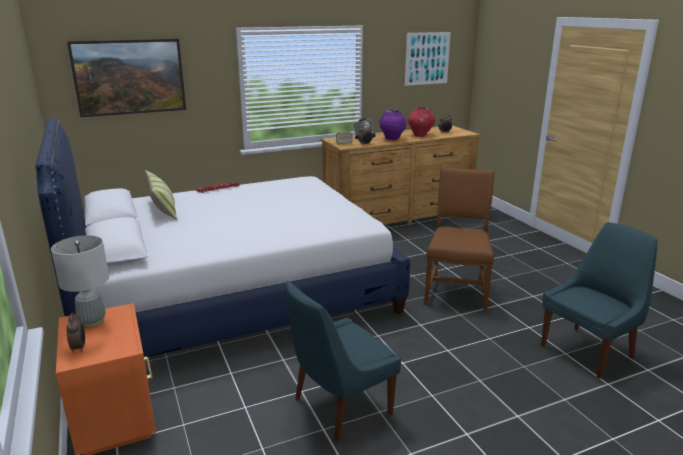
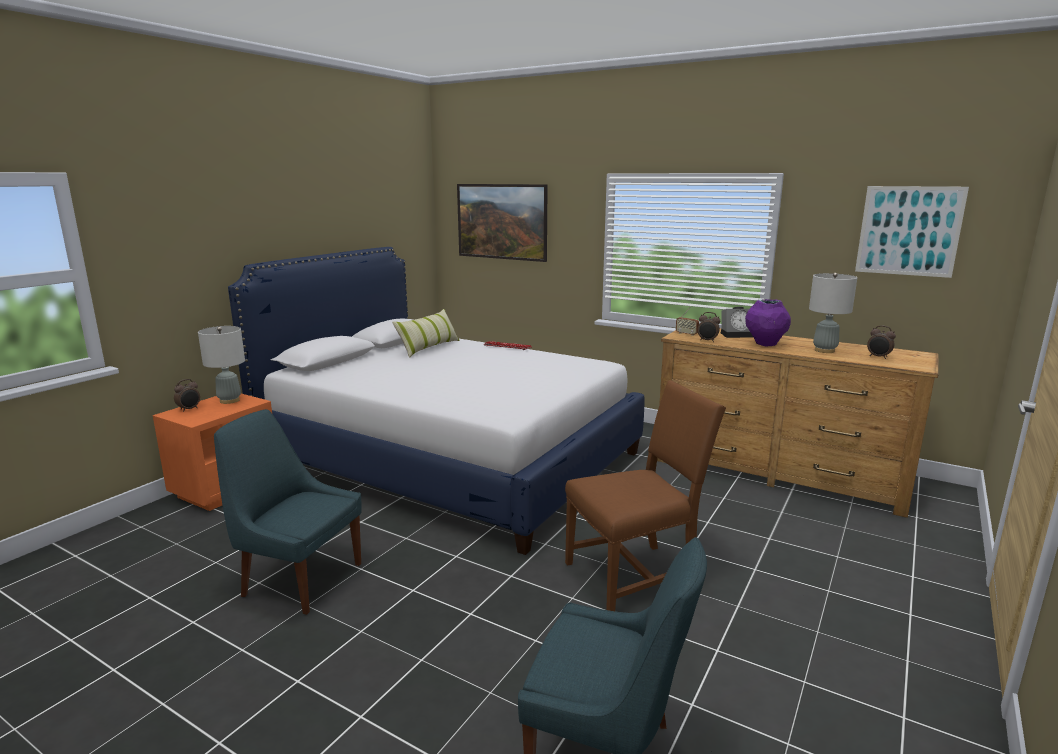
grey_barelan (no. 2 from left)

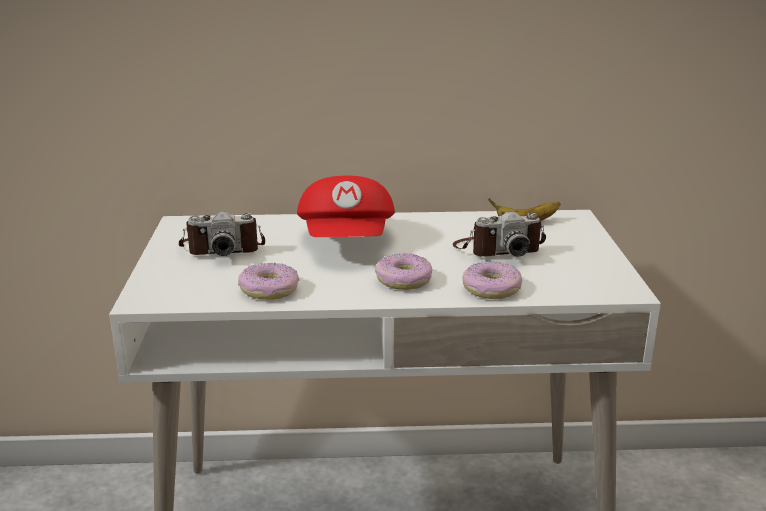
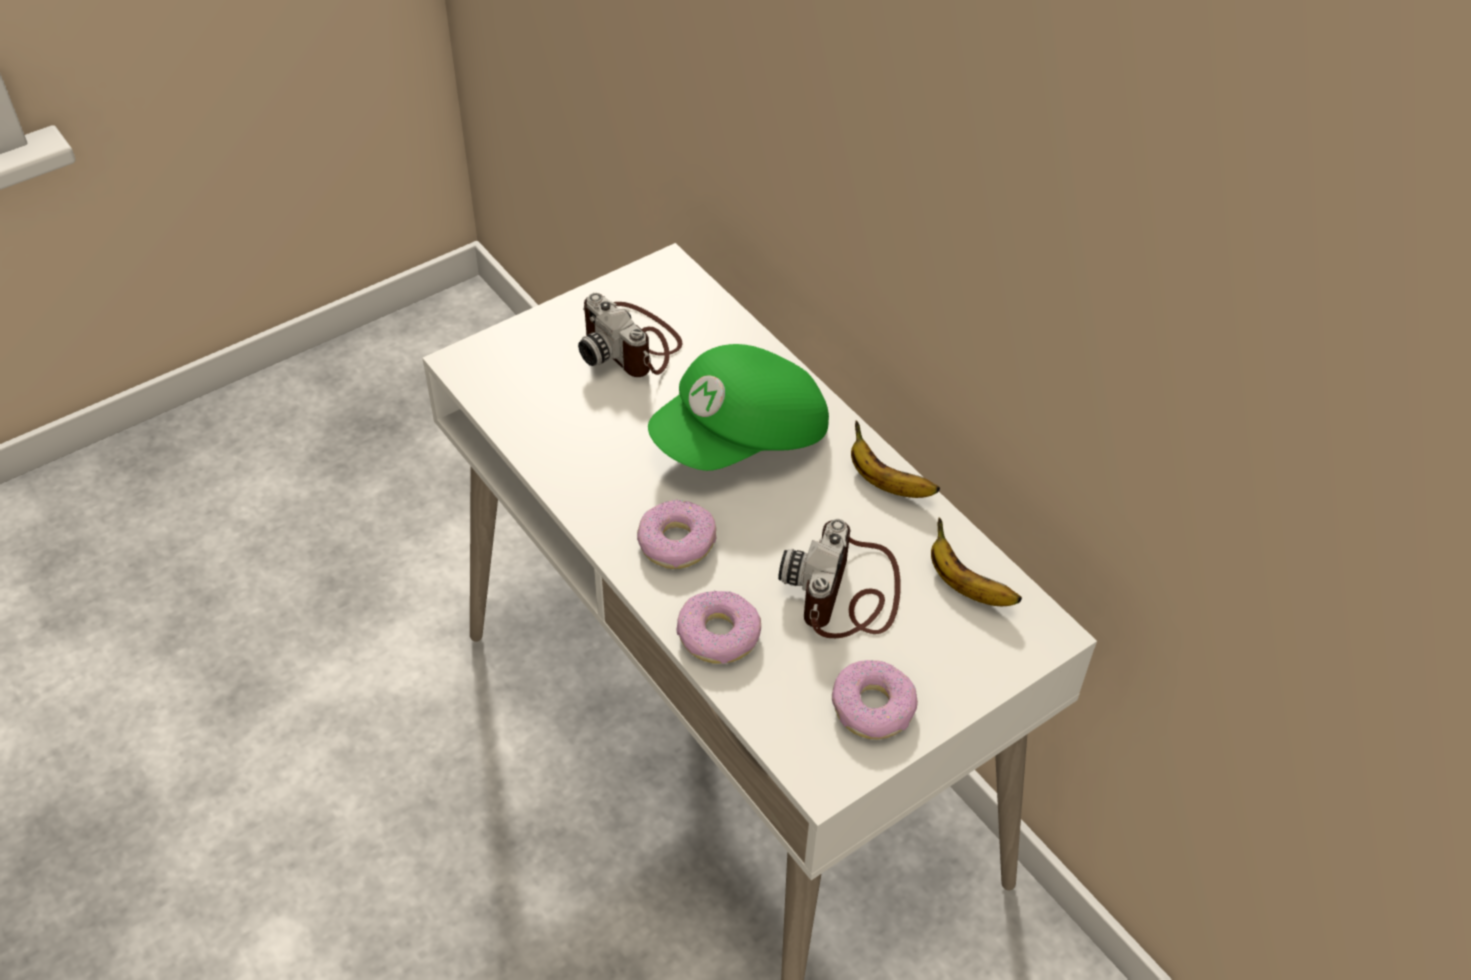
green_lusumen
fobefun (no. 2 from left)
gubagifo (no. 3 from left)
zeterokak (no. 1 from left)

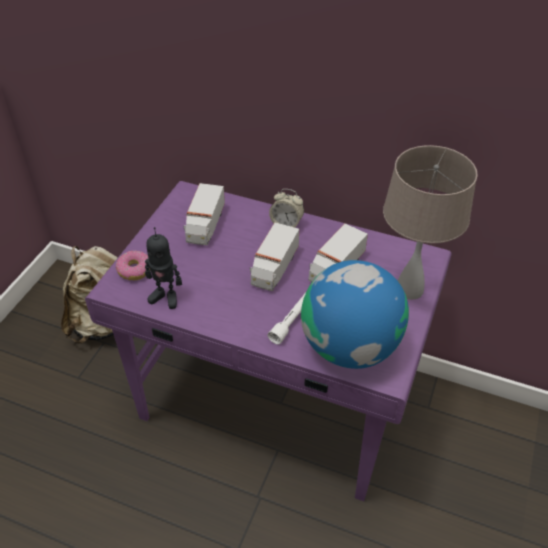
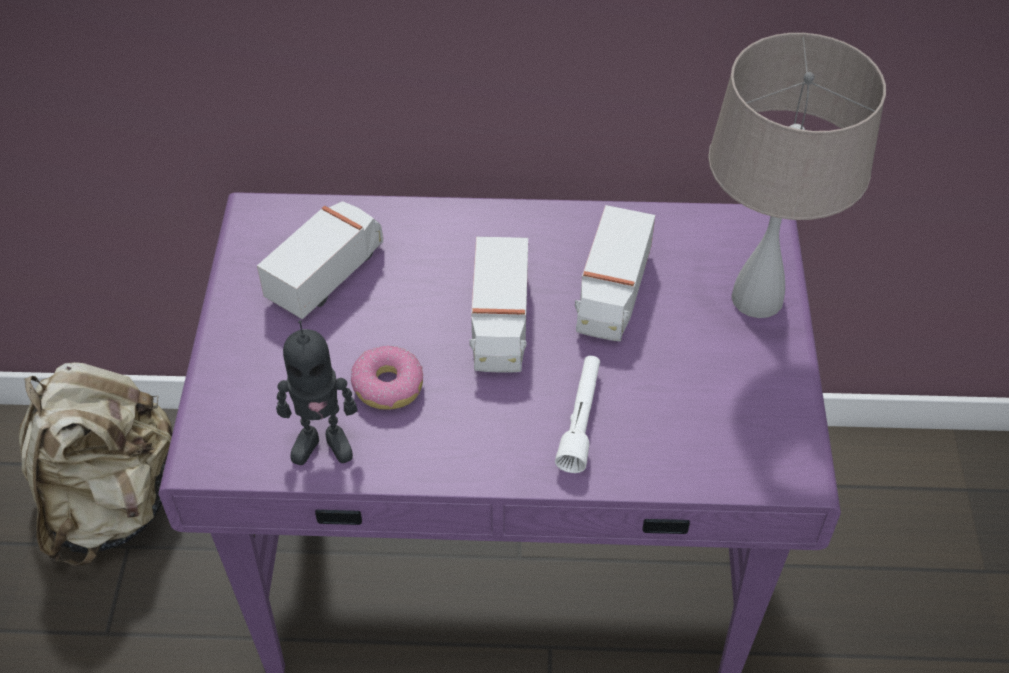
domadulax (no. 1 from left)
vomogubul
gubagifo
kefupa

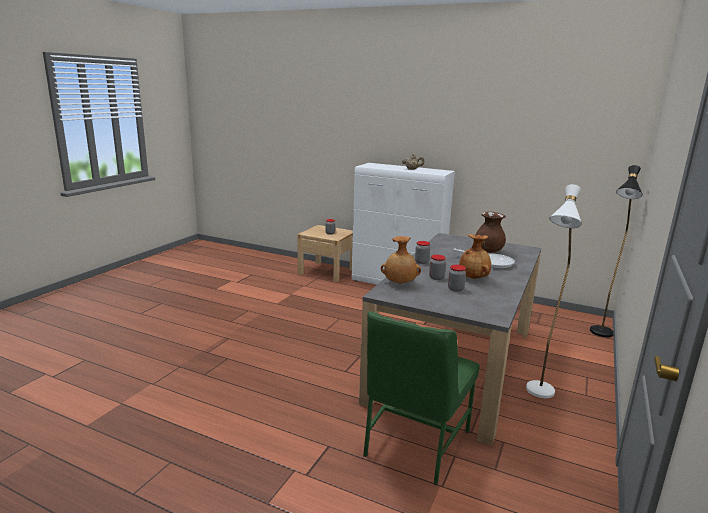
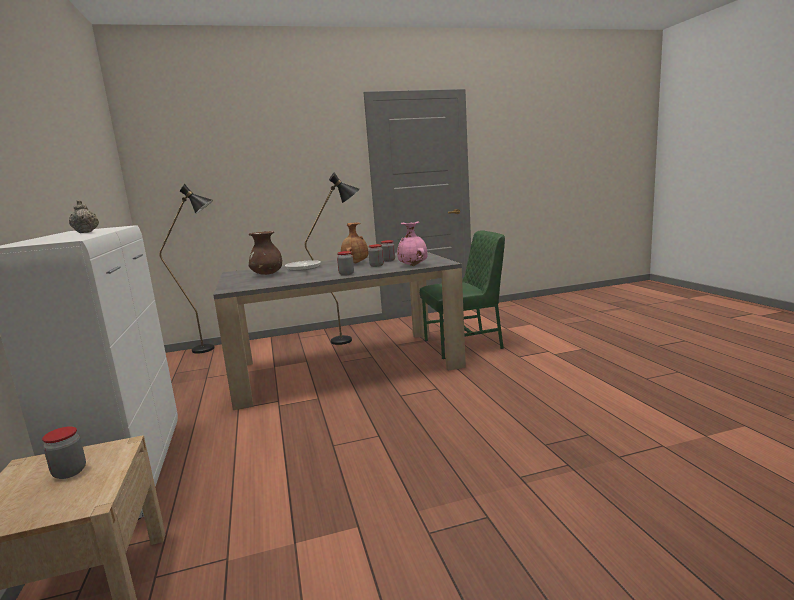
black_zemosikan (no. 2 from left)
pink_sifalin

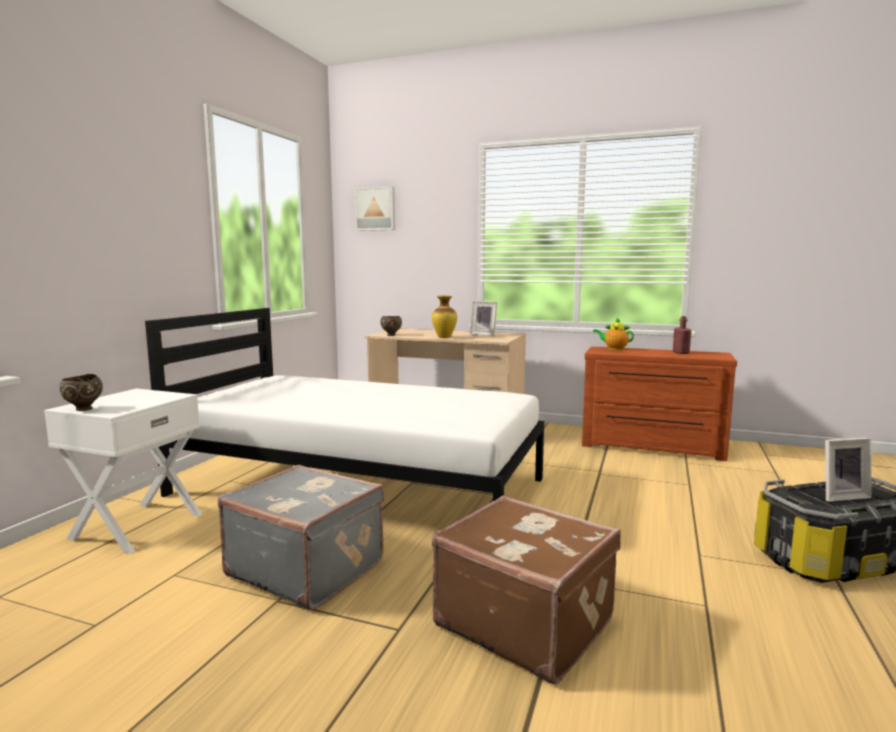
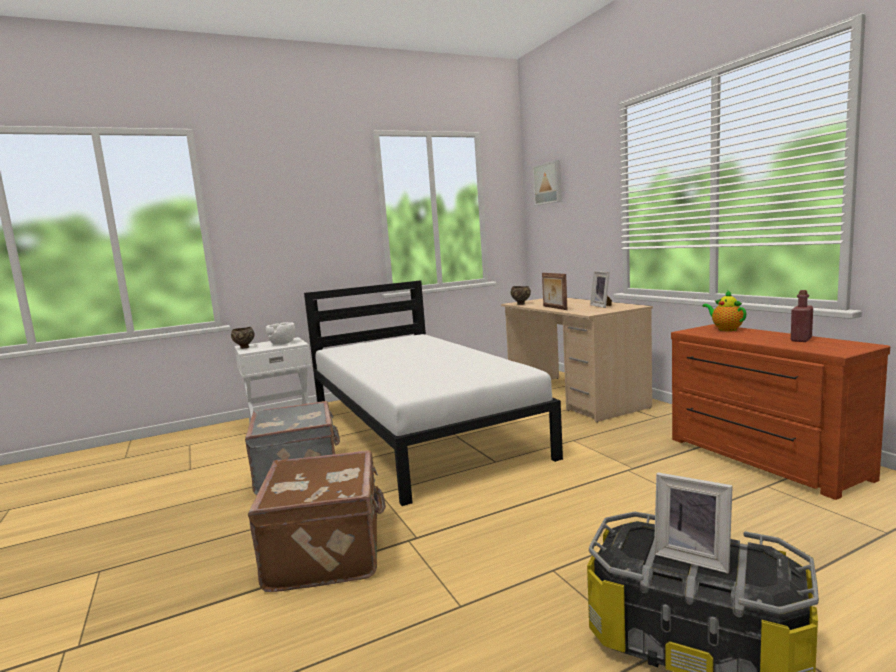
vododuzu (no. 1 from left)
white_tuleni

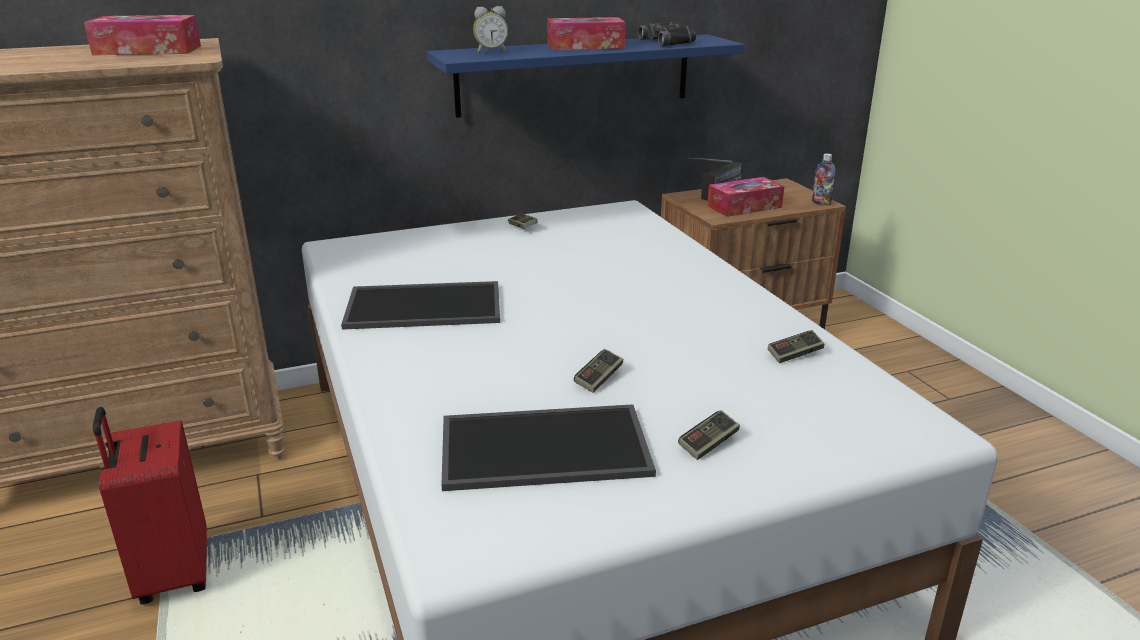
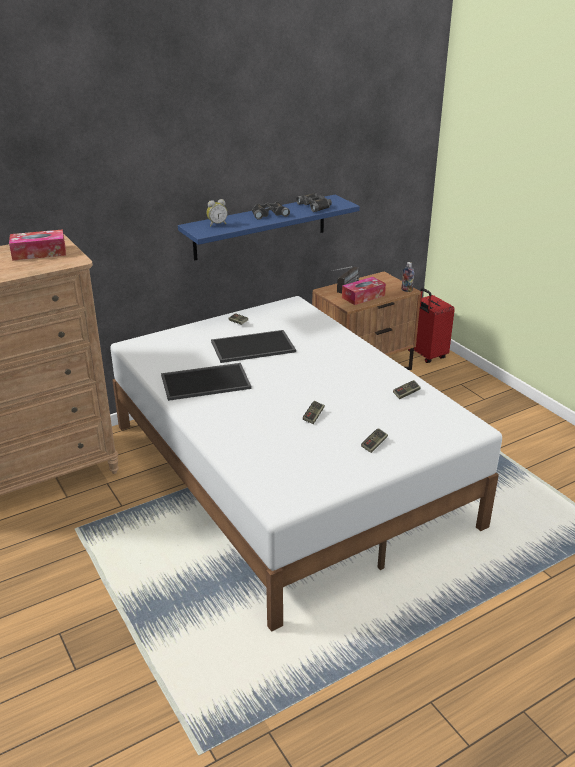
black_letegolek (no. 1 from left)
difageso (no. 2 from left)
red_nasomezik

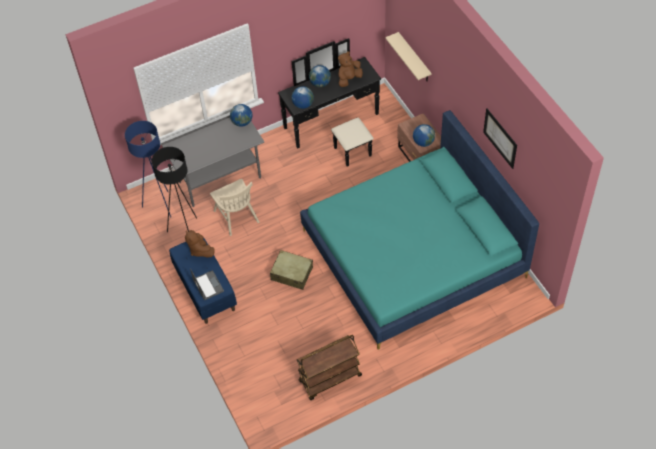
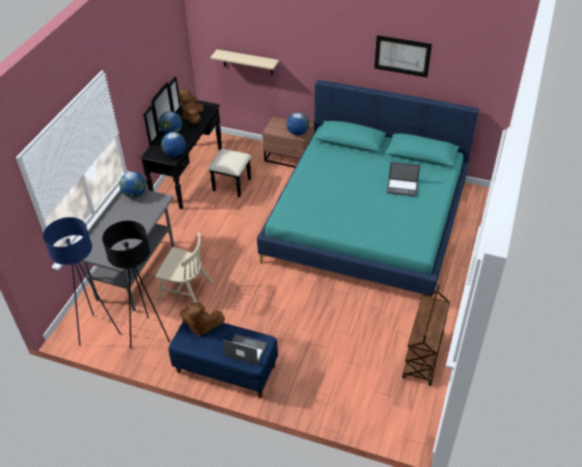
beige_nasomezik
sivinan (no. 2 from left)

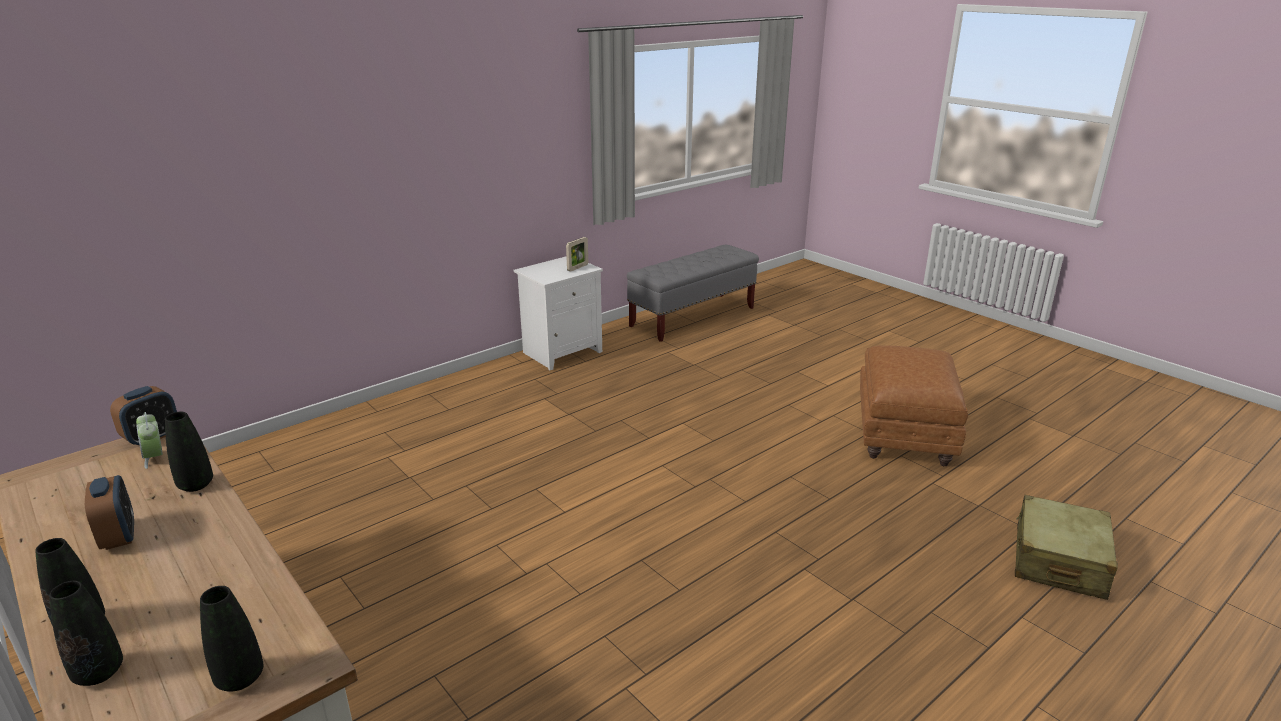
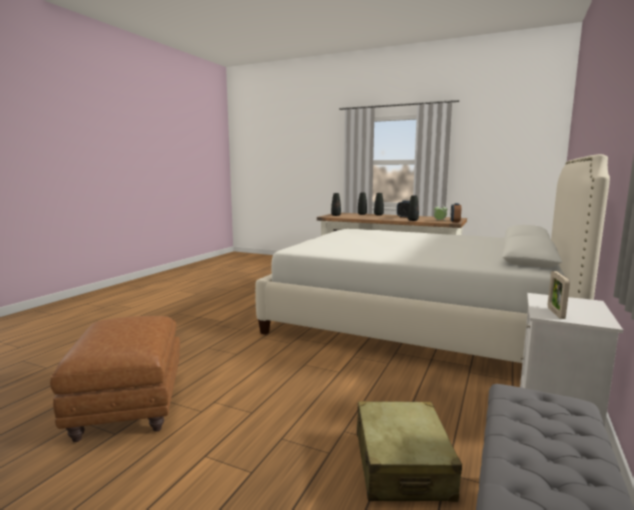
beige_nasomezik
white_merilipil

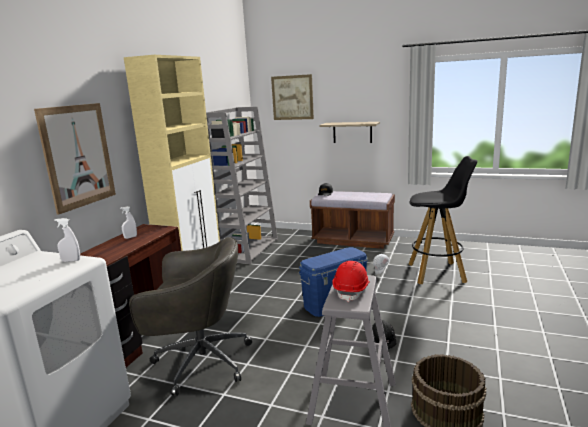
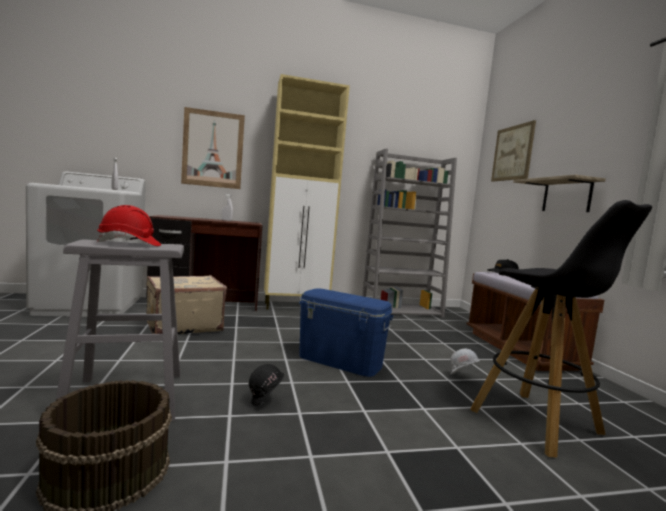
beige_nasomezik

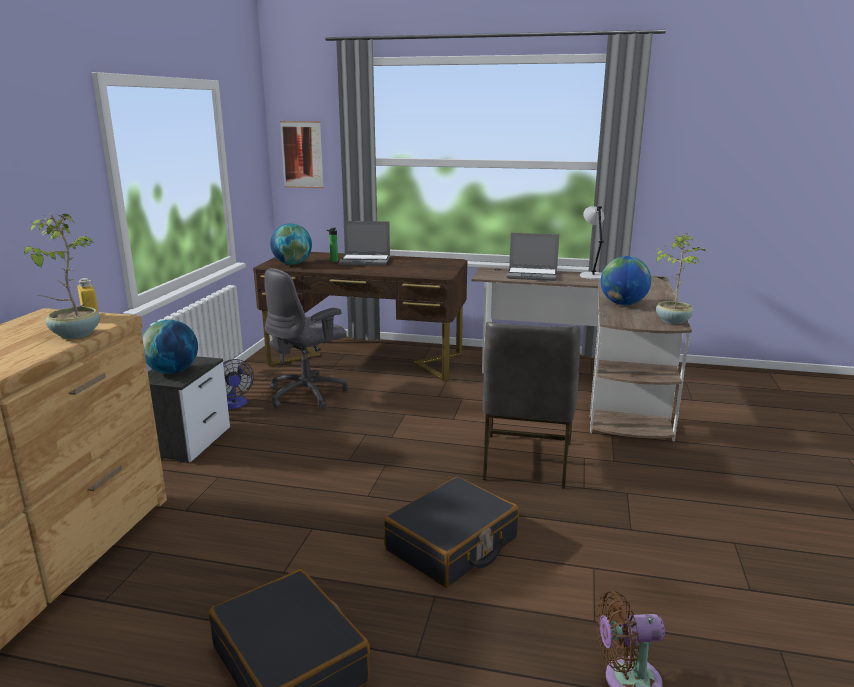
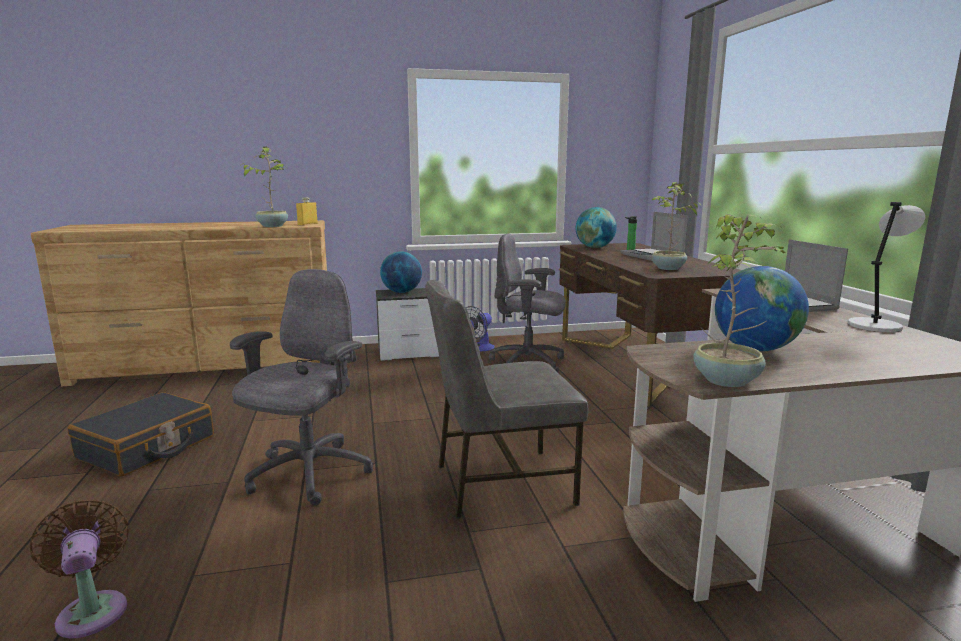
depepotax
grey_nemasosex (no. 1 from left)
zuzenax (no. 2 from left)

